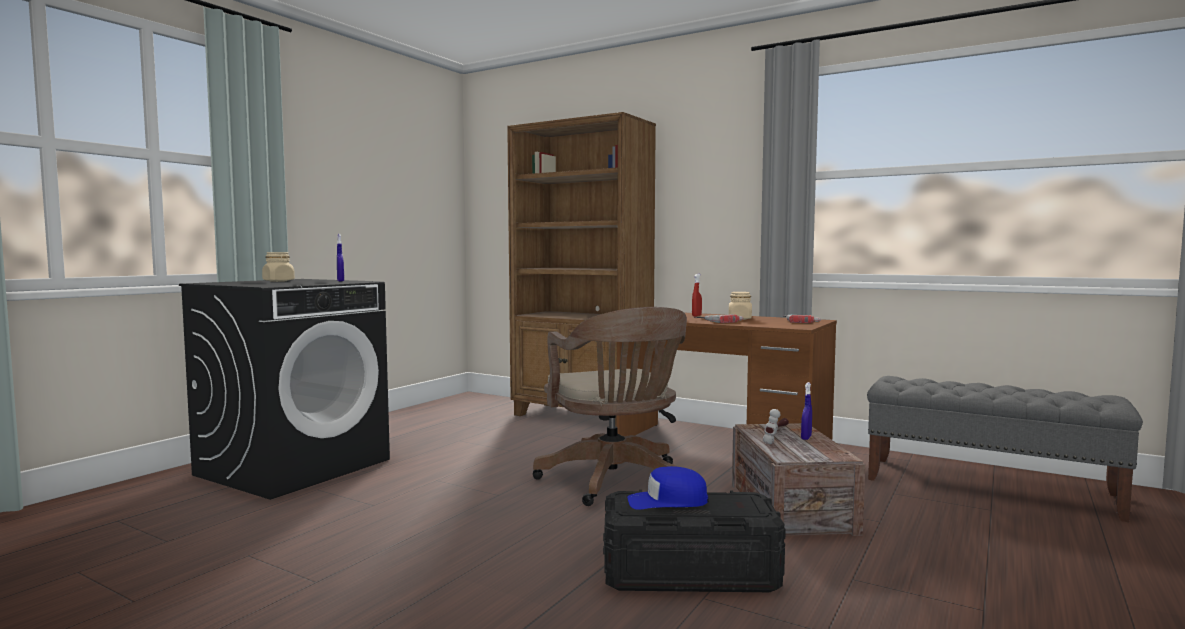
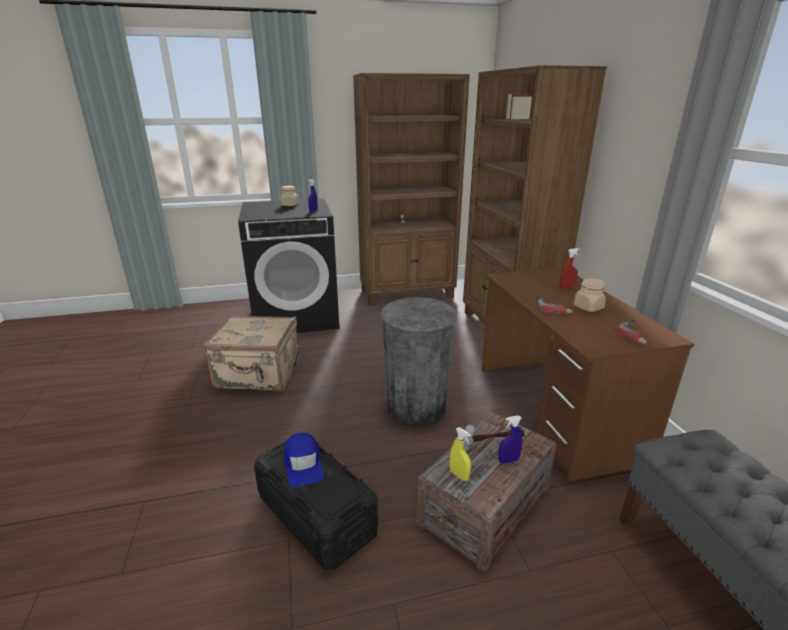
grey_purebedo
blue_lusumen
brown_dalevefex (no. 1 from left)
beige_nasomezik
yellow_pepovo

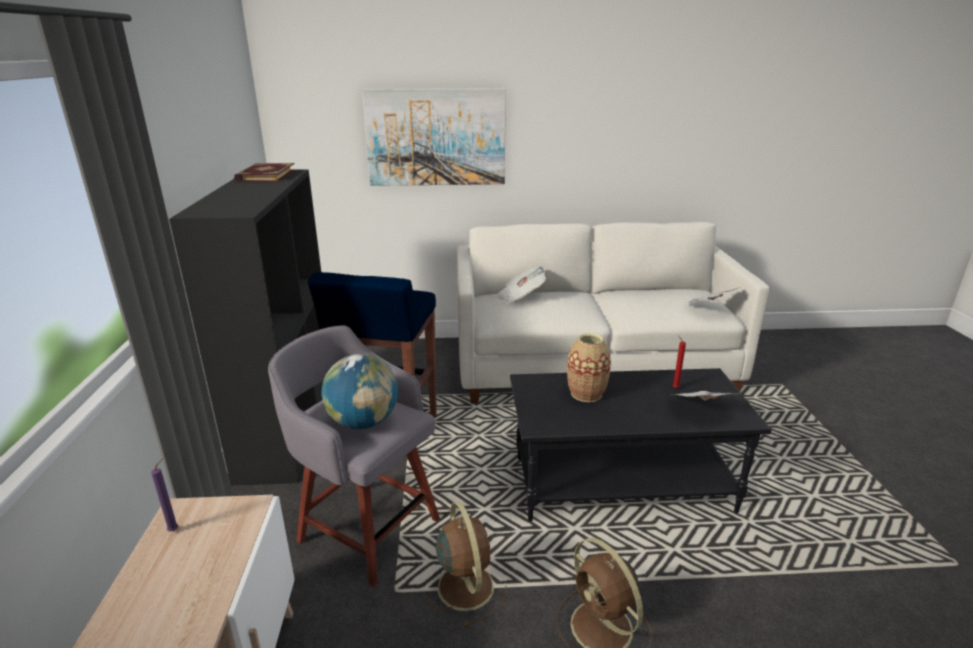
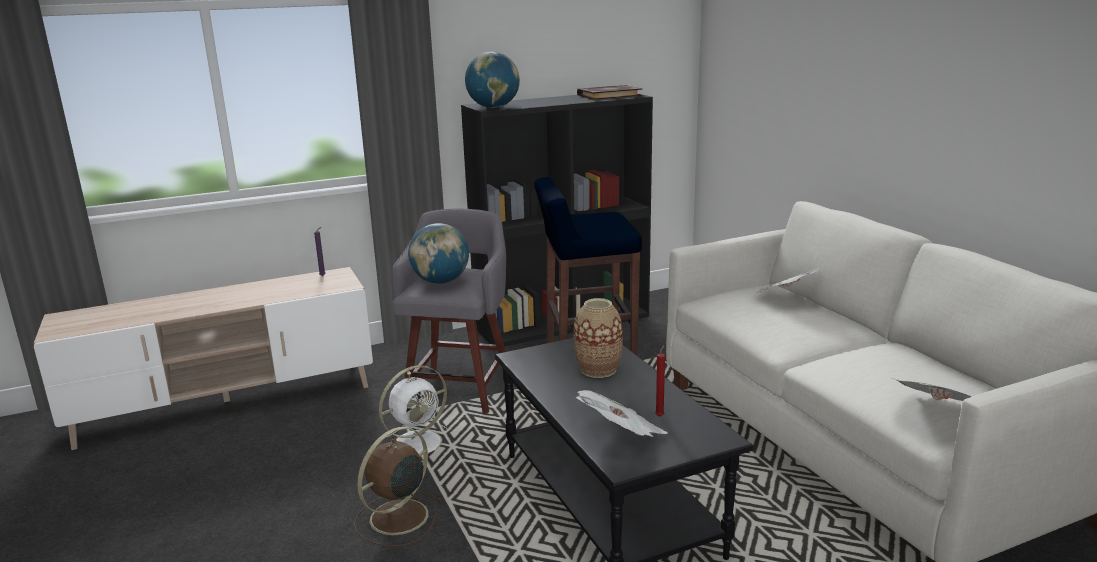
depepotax
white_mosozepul
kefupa (no. 2 from left)

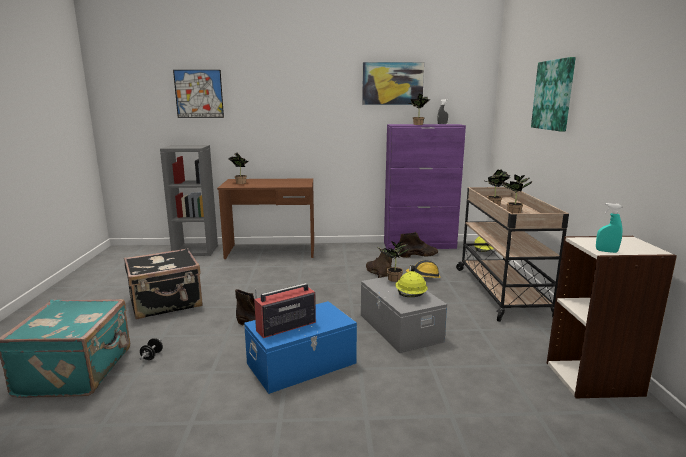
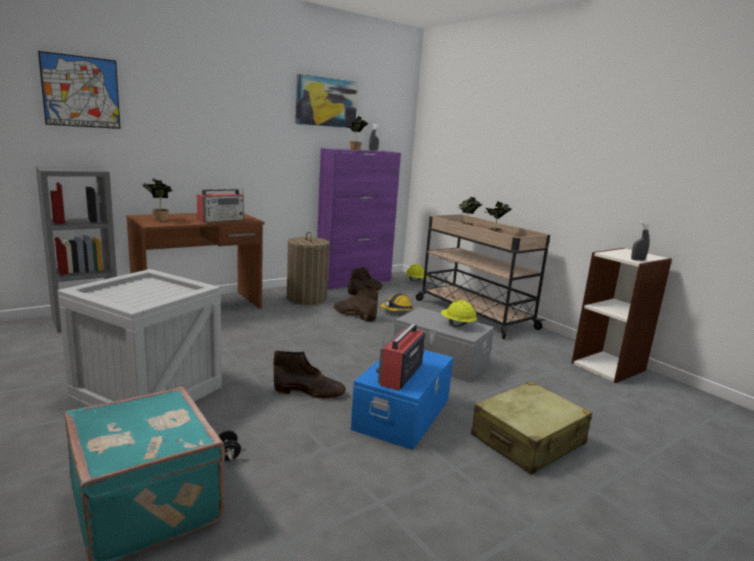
depepotax (no. 3 from left in the first image)
grey_pepovo (no. 2 from left)
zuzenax (no. 2 from left in the first image)
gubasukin
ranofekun (no. 1 from left)
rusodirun
beige_nasomezik

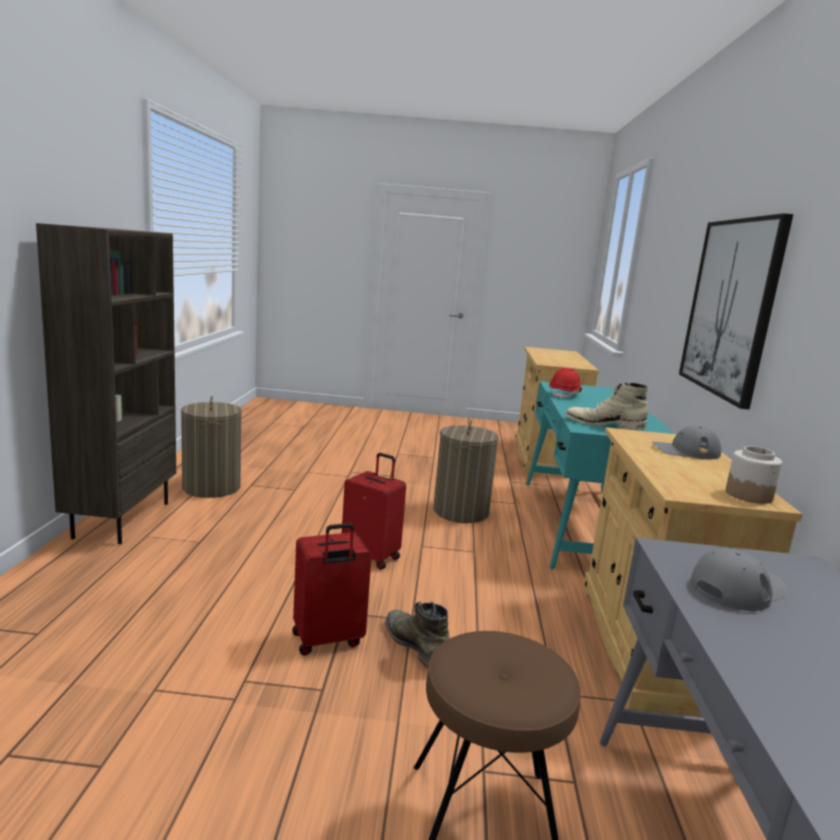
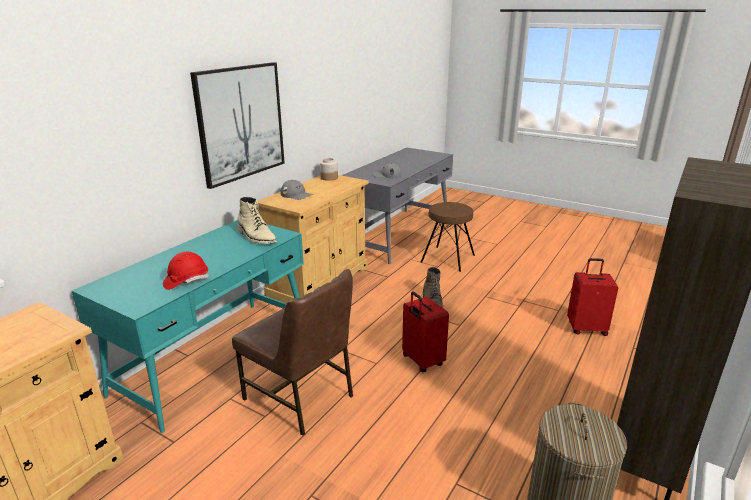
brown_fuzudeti
red_nasomezik (no. 2 from left)

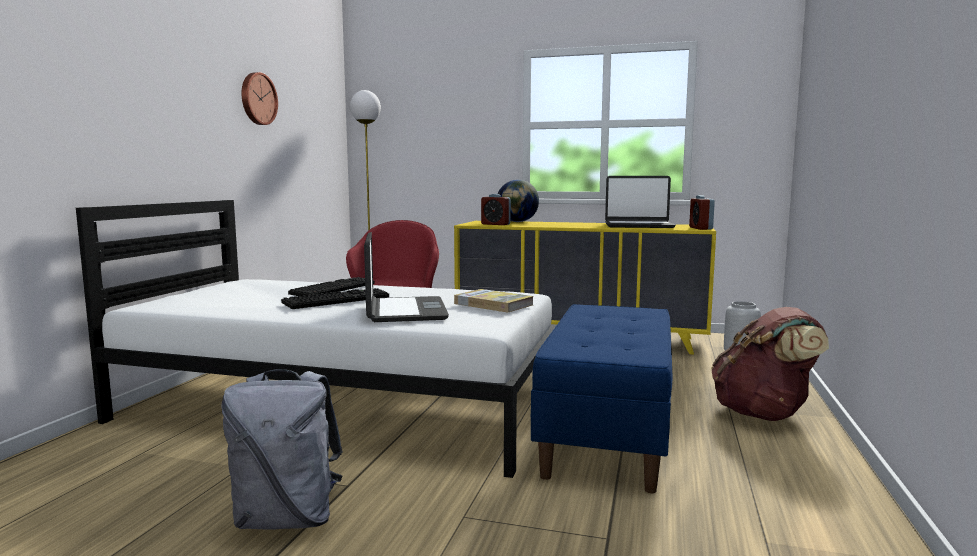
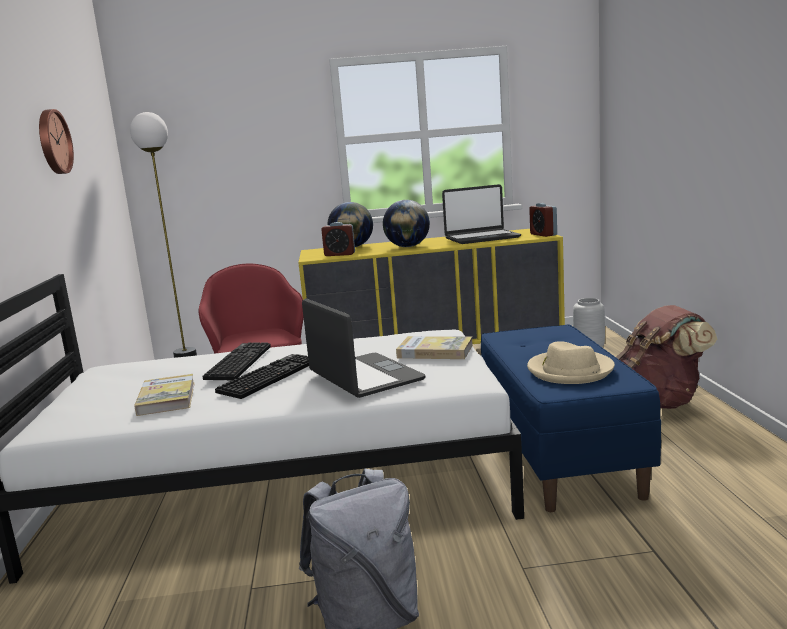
kefupa (no. 2 from left)
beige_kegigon
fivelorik (no. 1 from left)

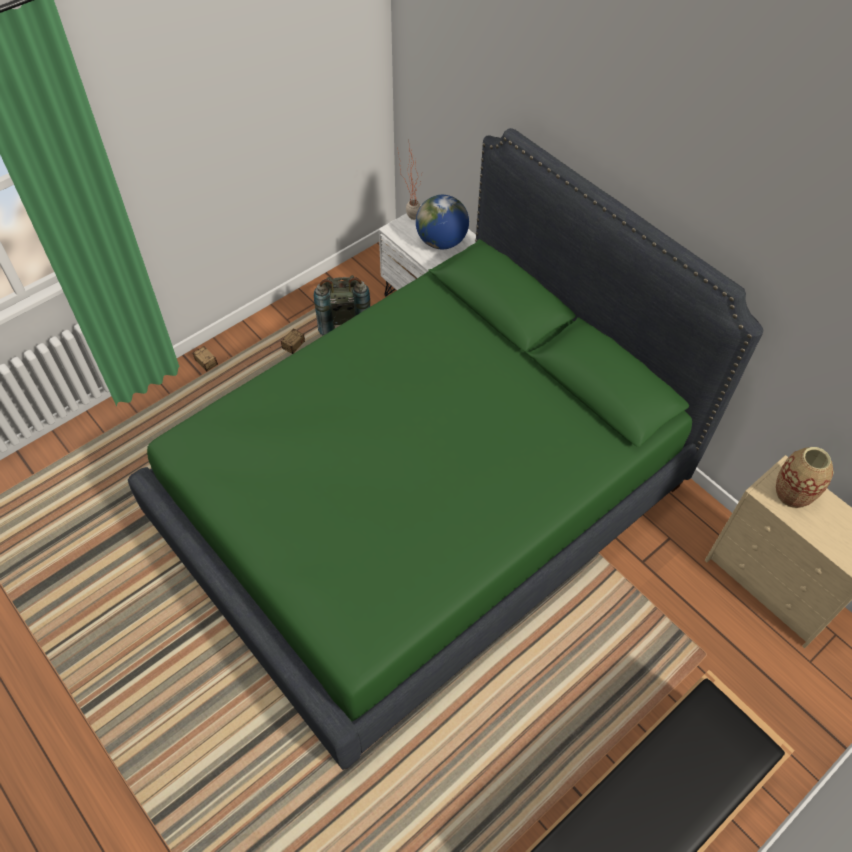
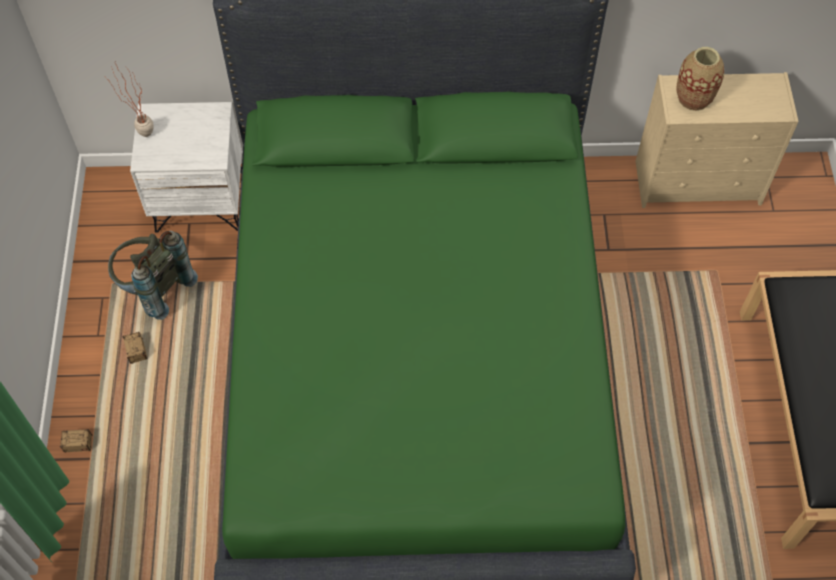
kefupa

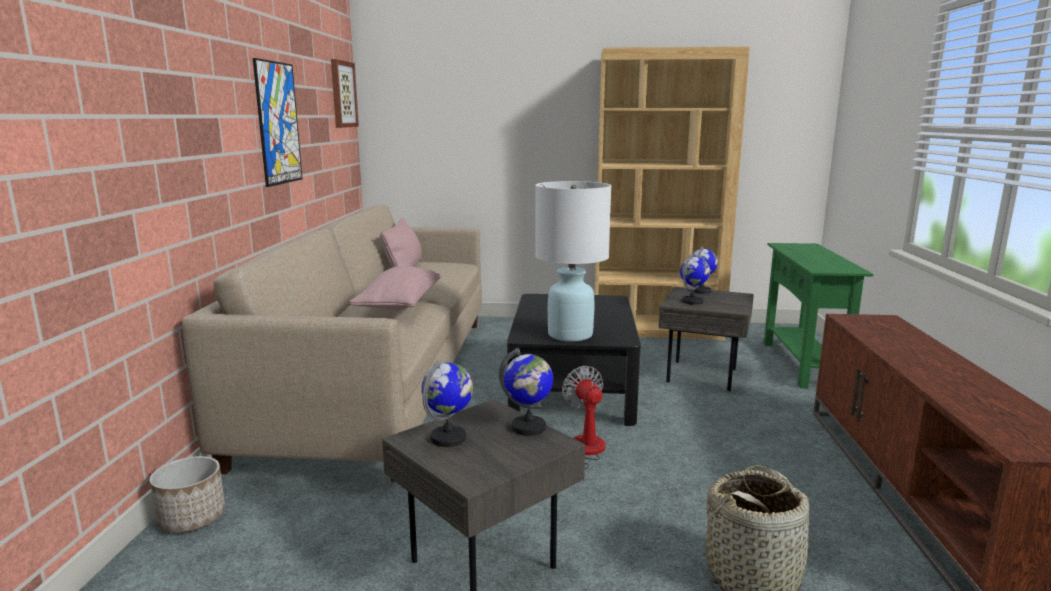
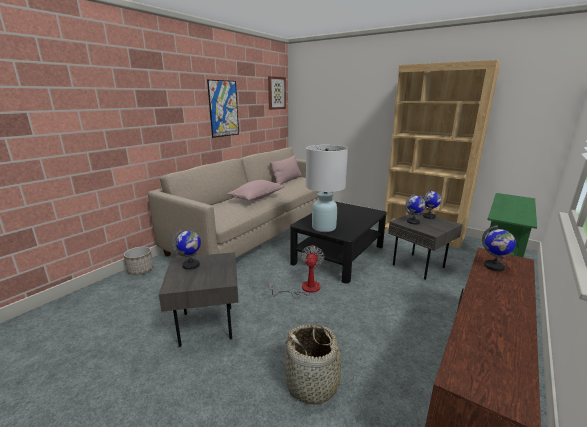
kefupa (no. 4 from left)

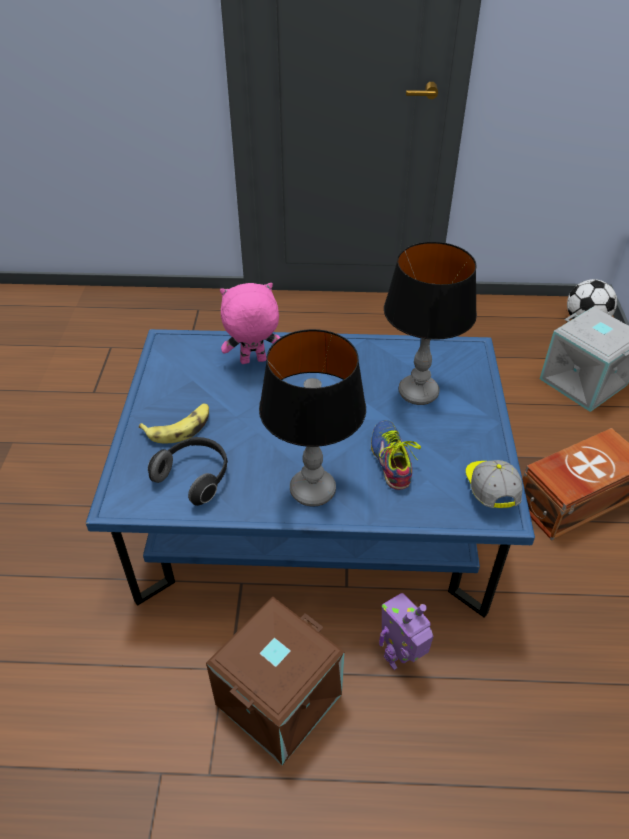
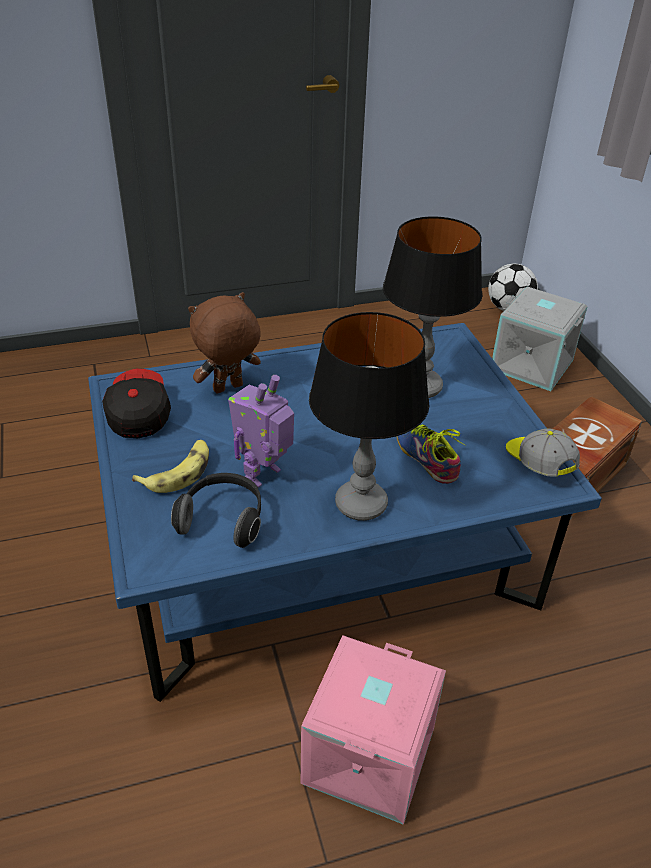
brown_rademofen
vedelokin
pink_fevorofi
lusumen (no. 1 from left)

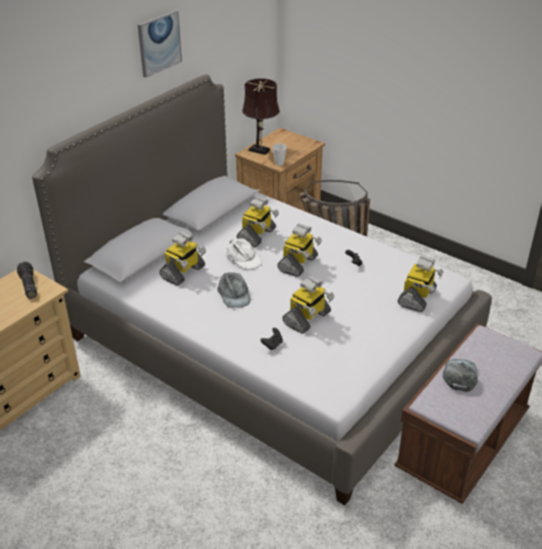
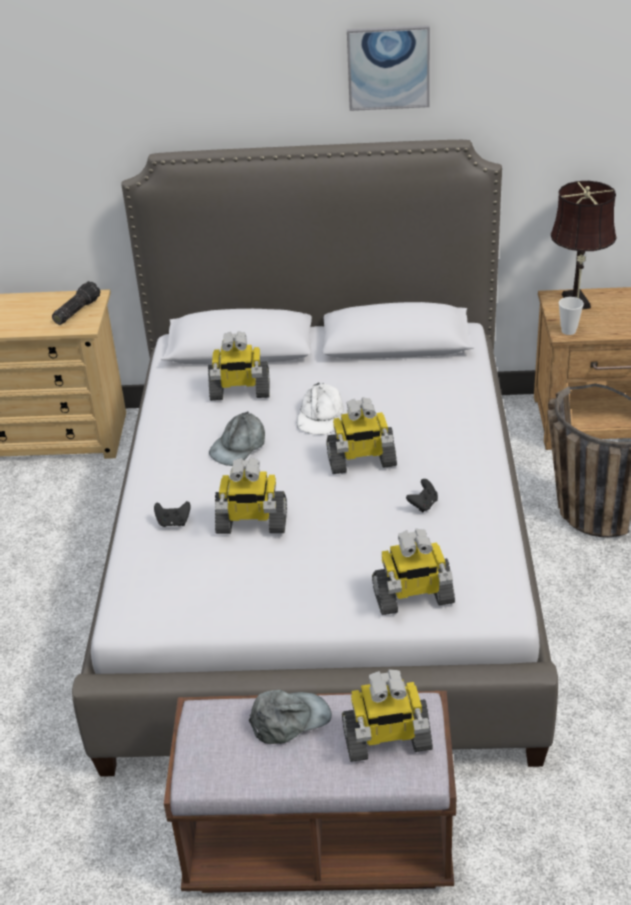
vedelokin (no. 4 from left)

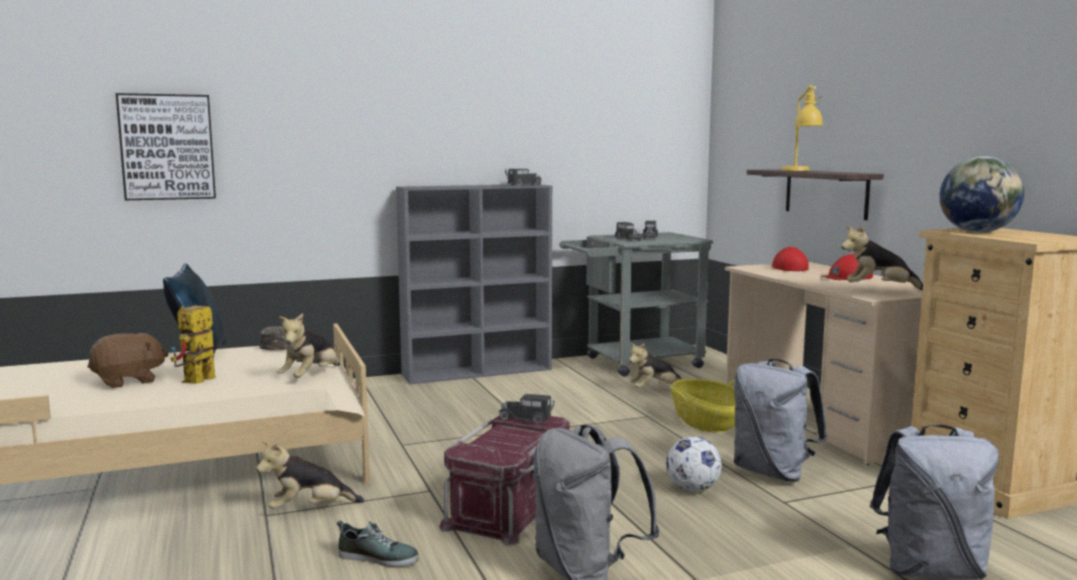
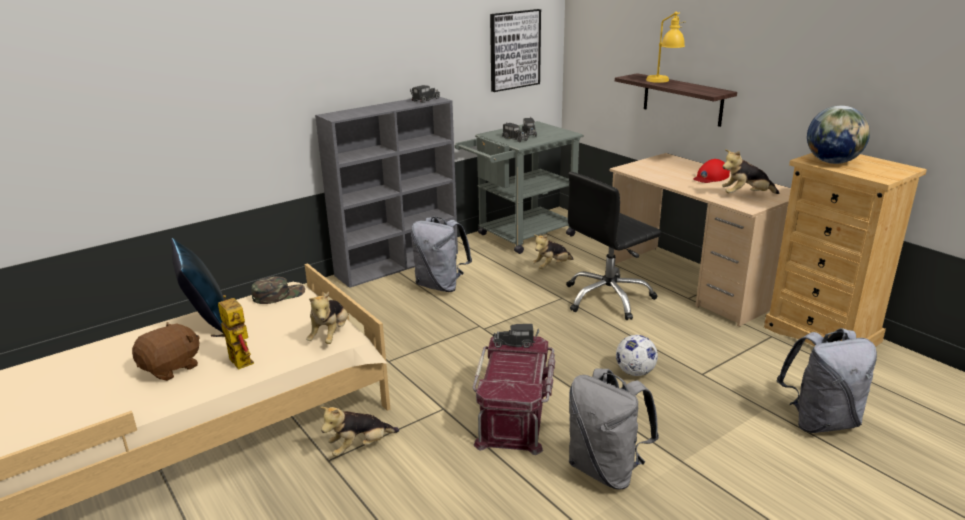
depepotax
red_lusumen (no. 1 from left in the first image)
vedelokin
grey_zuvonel (no. 1 from left)
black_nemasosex
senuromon

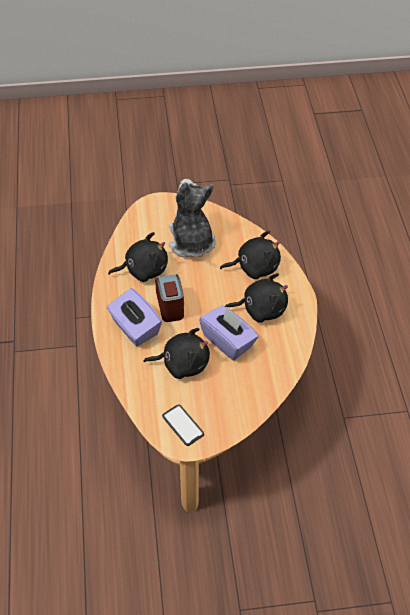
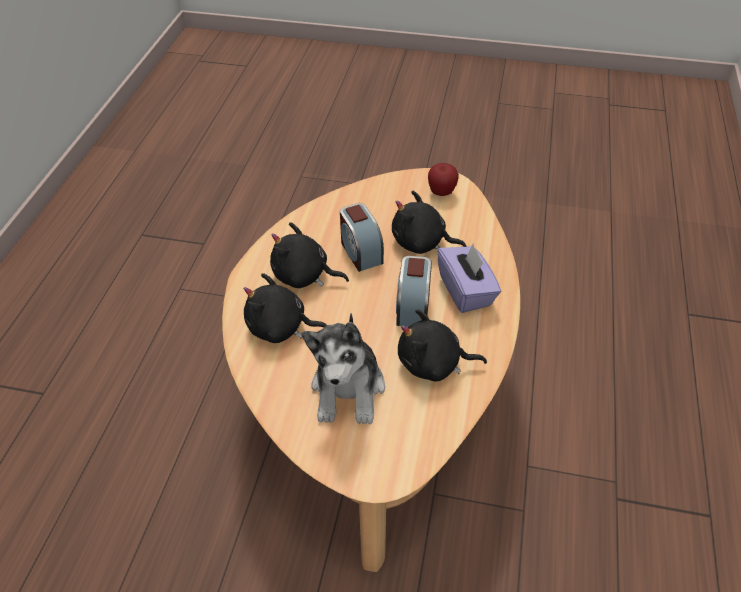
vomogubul (no. 1 from left)
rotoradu

